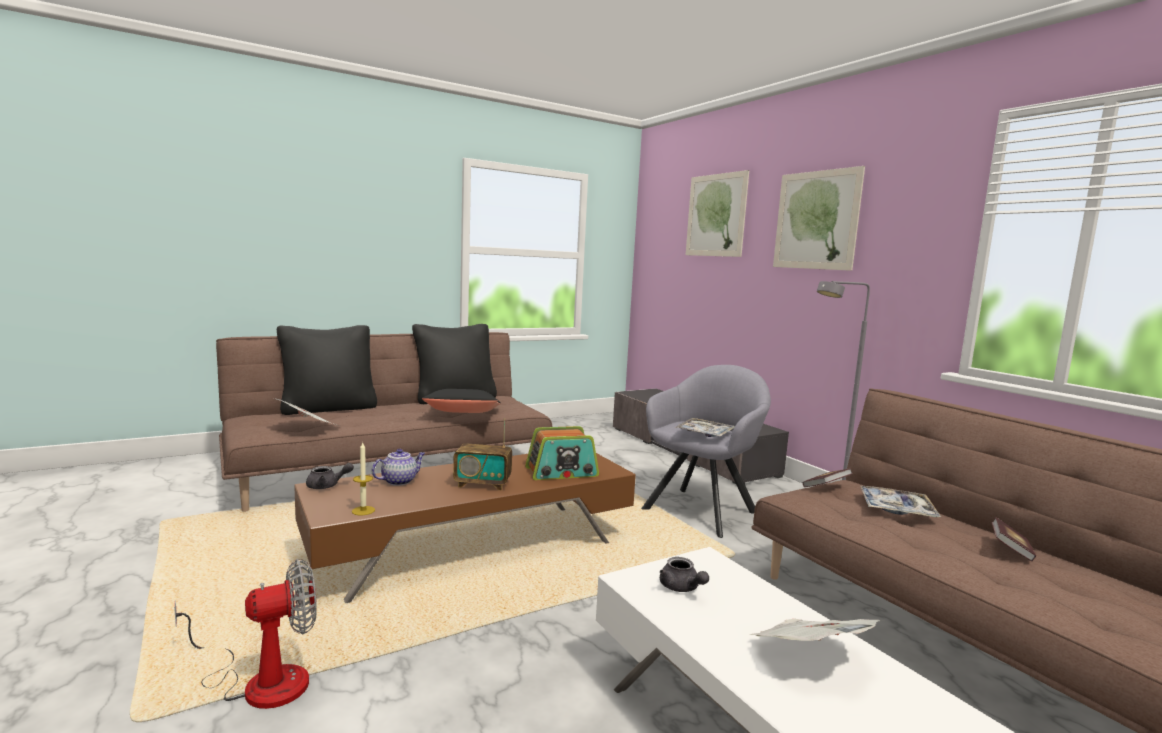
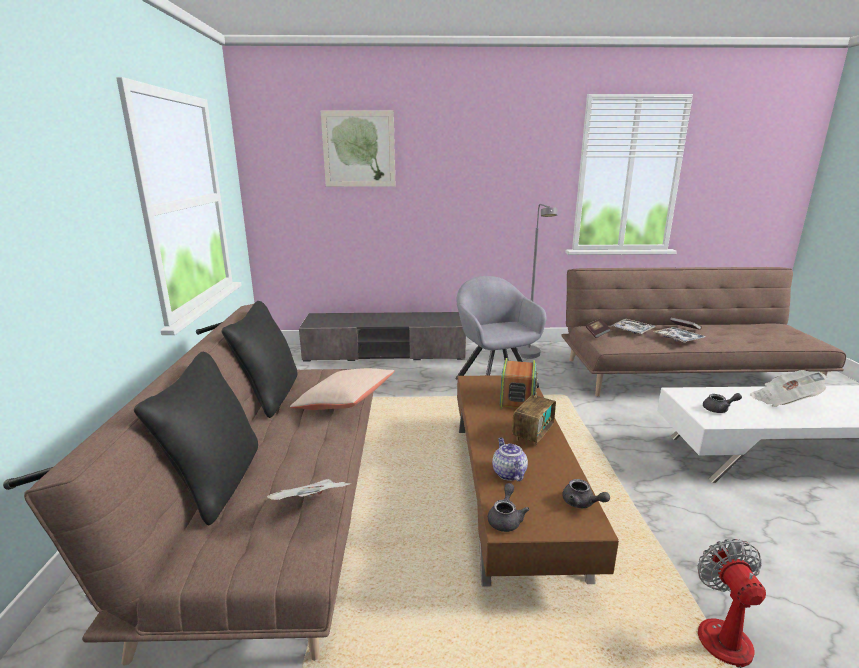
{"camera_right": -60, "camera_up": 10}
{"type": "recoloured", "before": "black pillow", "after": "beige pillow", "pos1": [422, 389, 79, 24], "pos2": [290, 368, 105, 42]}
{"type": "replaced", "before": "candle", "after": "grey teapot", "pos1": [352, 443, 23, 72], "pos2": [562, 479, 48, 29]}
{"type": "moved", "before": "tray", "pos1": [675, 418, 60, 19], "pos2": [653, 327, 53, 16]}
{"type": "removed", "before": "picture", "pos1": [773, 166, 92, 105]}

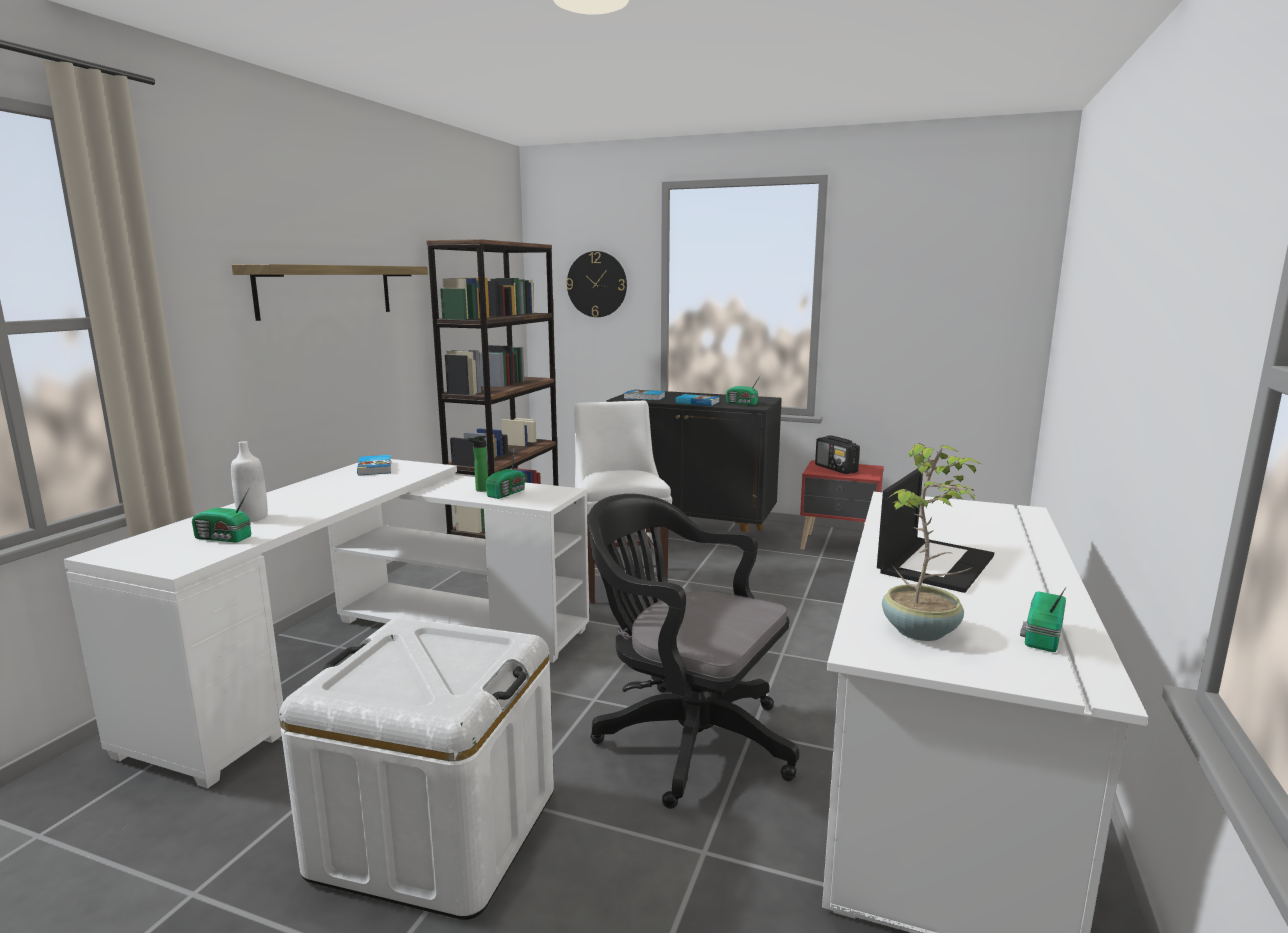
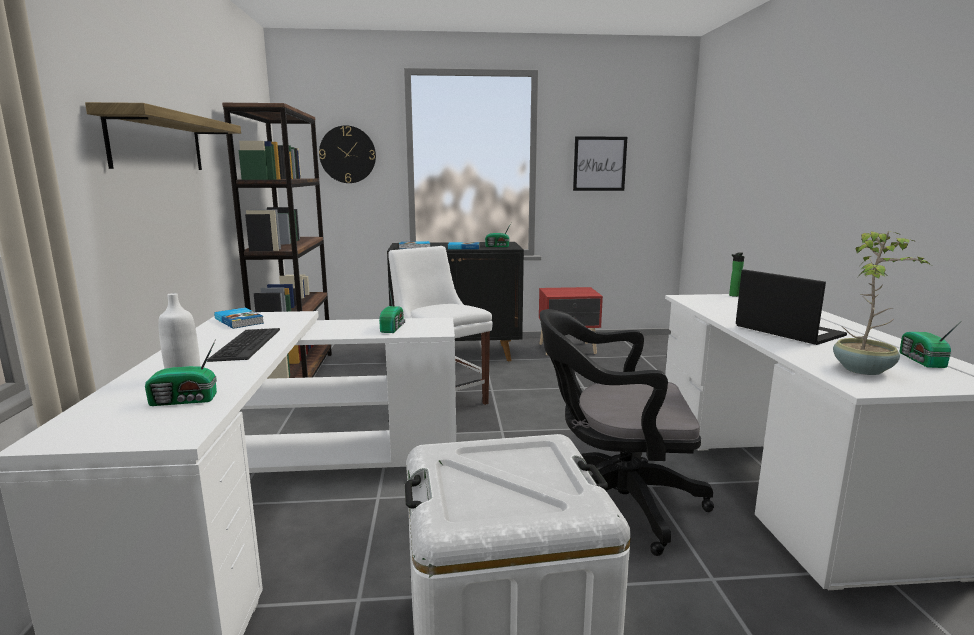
{"camera_right": -25, "camera_up": 0}
{"type": "added", "after": "keyboard", "pos2": [207, 328, 73, 34]}
{"type": "added", "after": "picture", "pos2": [573, 136, 54, 55]}
{"type": "moved", "before": "bottle", "pos1": [468, 436, 20, 56], "pos2": [729, 253, 15, 44]}
{"type": "turned", "before": "laptop", "pos1": [877, 468, 117, 125], "pos2": [736, 269, 111, 76], "turn": -45}
{"type": "removed", "before": "radio", "pos1": [815, 435, 45, 39]}

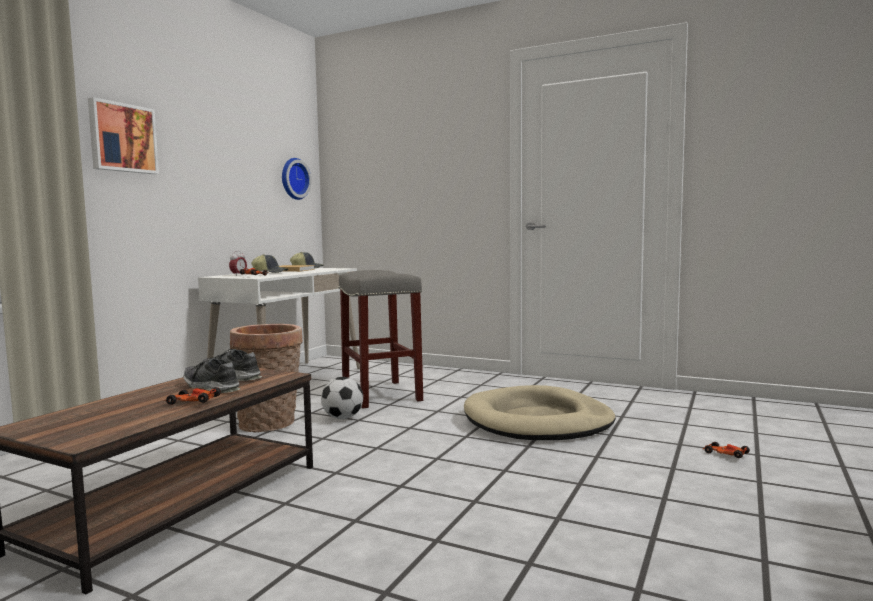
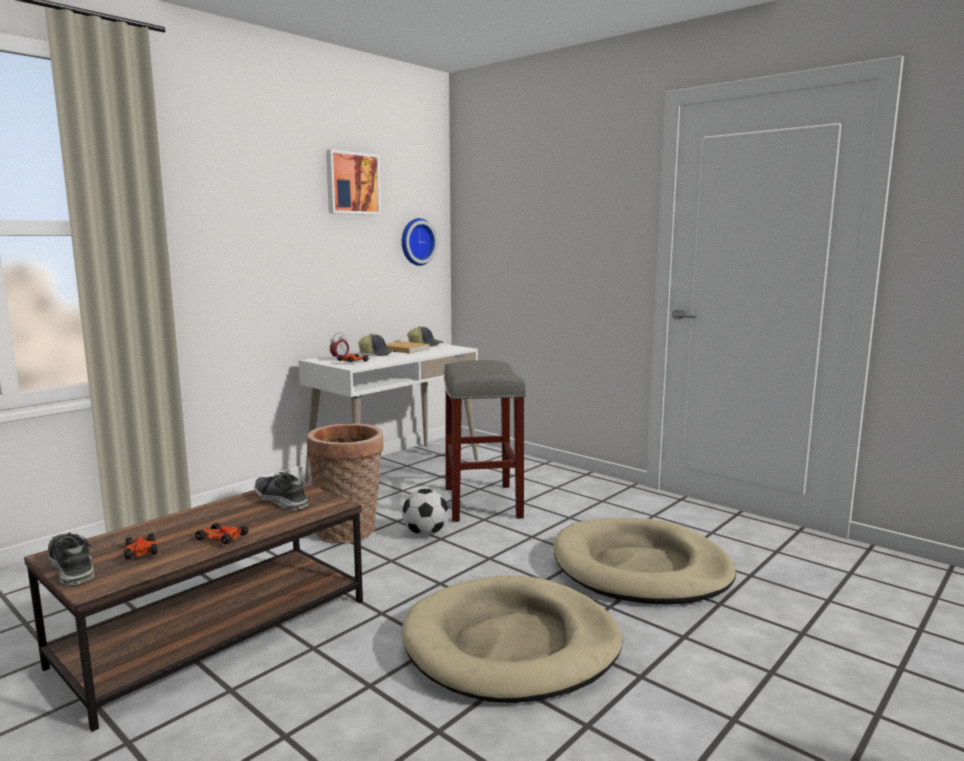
{"camera_right": 15, "camera_up": 5}
{"type": "moved", "before": "shoe", "pos1": [183, 357, 58, 36], "pos2": [48, 532, 46, 53]}
{"type": "moved", "before": "toy car", "pos1": [702, 442, 48, 16], "pos2": [124, 533, 34, 26]}
{"type": "moved", "before": "picture", "pos1": [88, 97, 71, 77], "pos2": [326, 149, 55, 66]}
{"type": "added", "after": "beige dog bed", "pos2": [401, 576, 222, 127]}

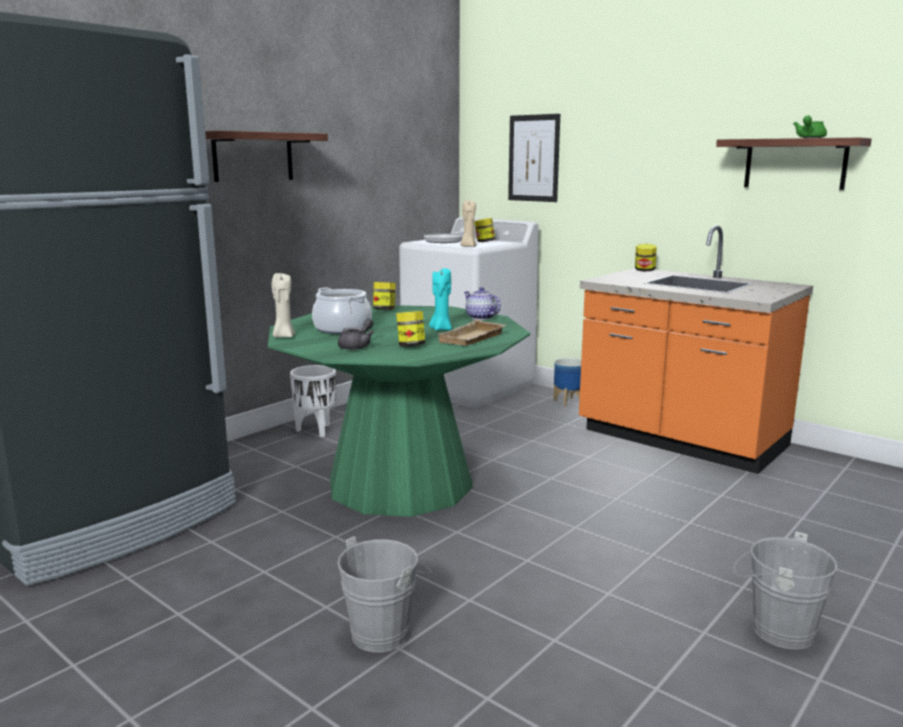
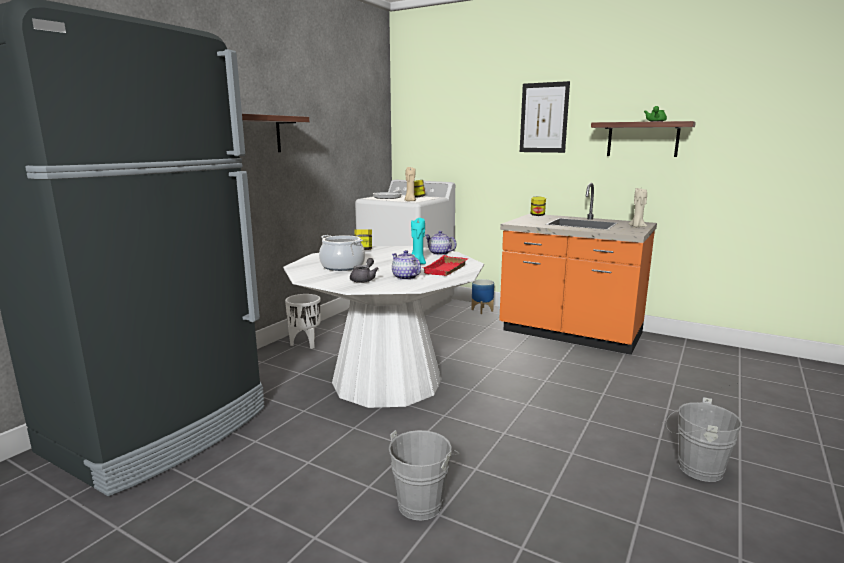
{"camera_right": -10, "camera_up": 0}
{"type": "recoloured", "before": "green dining table", "after": "white dining table", "pos1": [268, 305, 262, 212], "pos2": [283, 246, 201, 162]}
{"type": "replaced", "before": "jar", "after": "teapot", "pos1": [396, 311, 29, 35], "pos2": [392, 250, 29, 30]}
{"type": "recoloured", "before": "beige tray", "after": "red tray", "pos1": [438, 319, 68, 27], "pos2": [422, 255, 47, 21]}
{"type": "moved", "before": "picture", "pos1": [508, 114, 52, 88], "pos2": [520, 81, 50, 72]}
{"type": "moved", "before": "beige candle", "pos1": [272, 273, 23, 65], "pos2": [629, 188, 18, 39]}

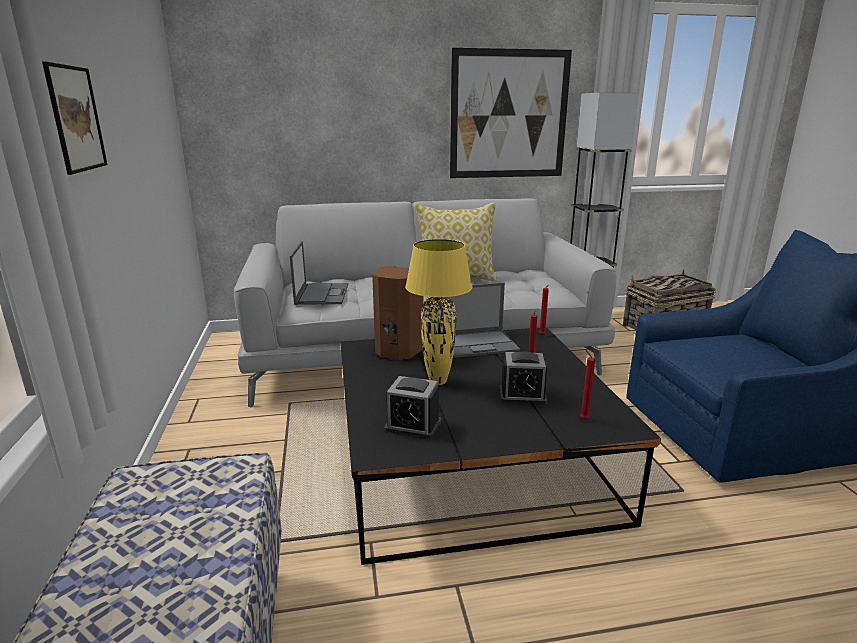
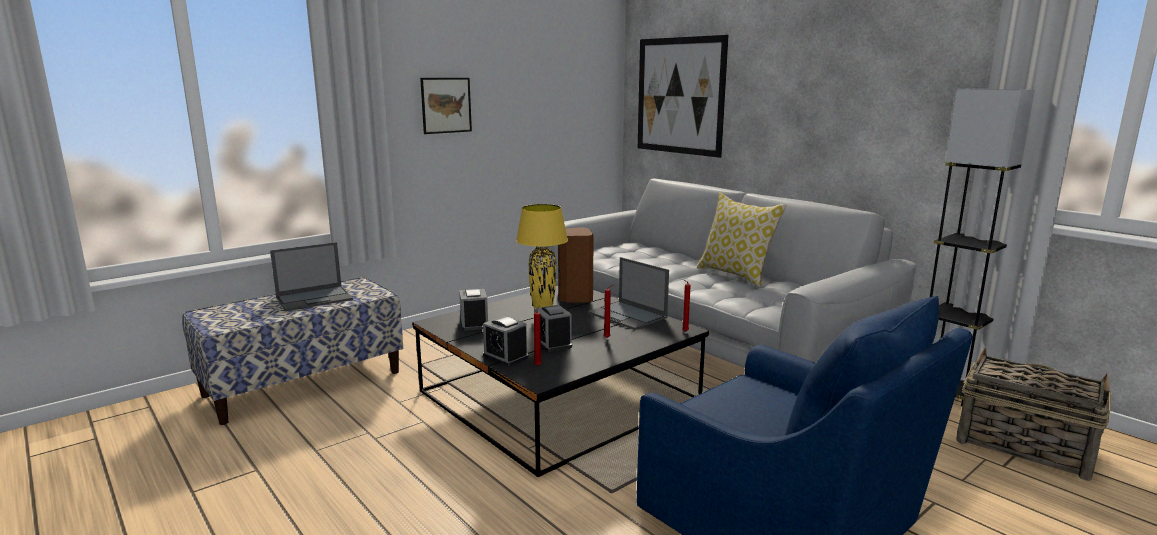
{"camera_right": 60, "camera_up": -5}
{"type": "moved", "before": "laptop", "pos1": [290, 241, 58, 64], "pos2": [270, 242, 83, 69]}
{"type": "added", "after": "alarm clock", "pos2": [483, 316, 46, 50]}
{"type": "moved", "before": "picture", "pos1": [450, 48, 122, 130], "pos2": [638, 35, 91, 123]}

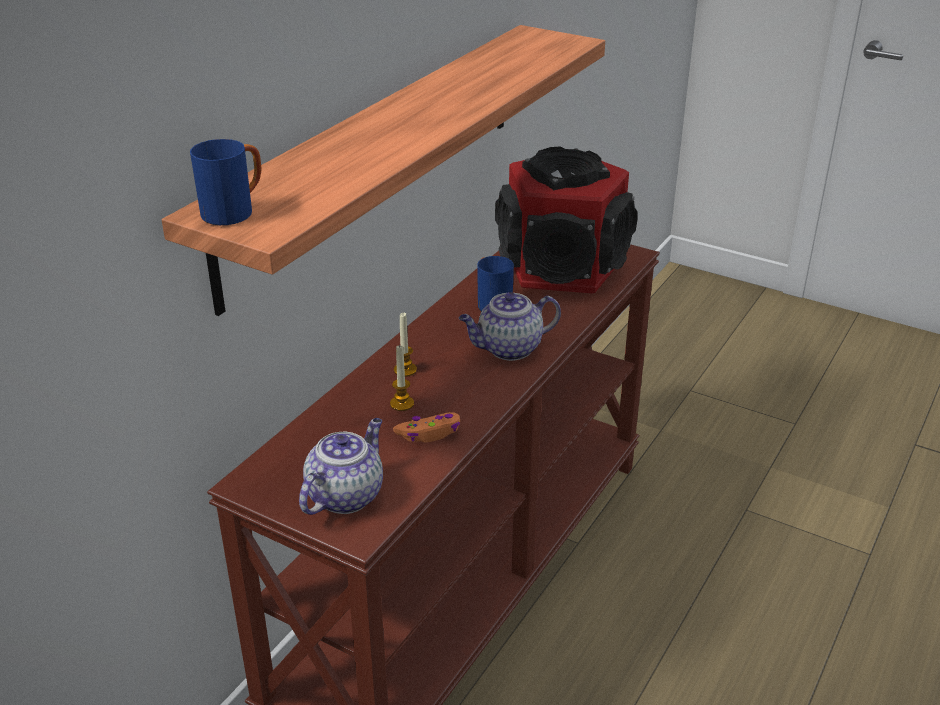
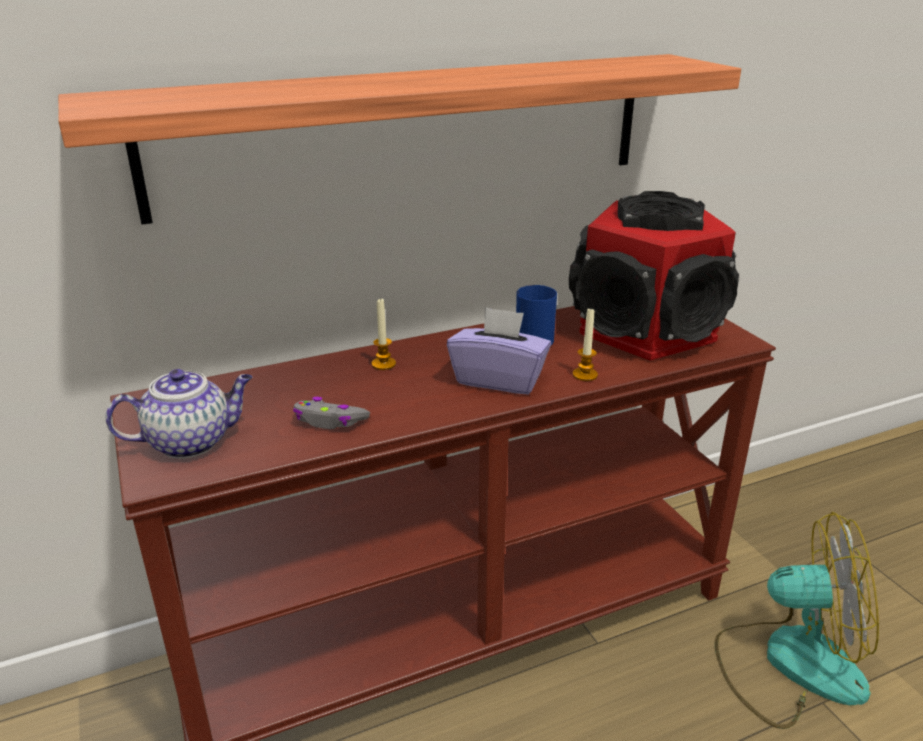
{"camera_right": 35, "camera_up": -5}
{"type": "recoloured", "before": "orange game controller", "after": "grey game controller", "pos1": [393, 412, 67, 30], "pos2": [293, 397, 77, 32]}
{"type": "replaced", "before": "teapot", "after": "purple tissue box", "pos1": [459, 292, 102, 69], "pos2": [447, 307, 104, 87]}
{"type": "moved", "before": "candle", "pos1": [390, 344, 24, 67], "pos2": [573, 309, 25, 72]}
{"type": "added", "after": "fan", "pos2": [715, 512, 164, 217]}
{"type": "removed", "before": "blue mug", "pos1": [190, 139, 71, 86]}

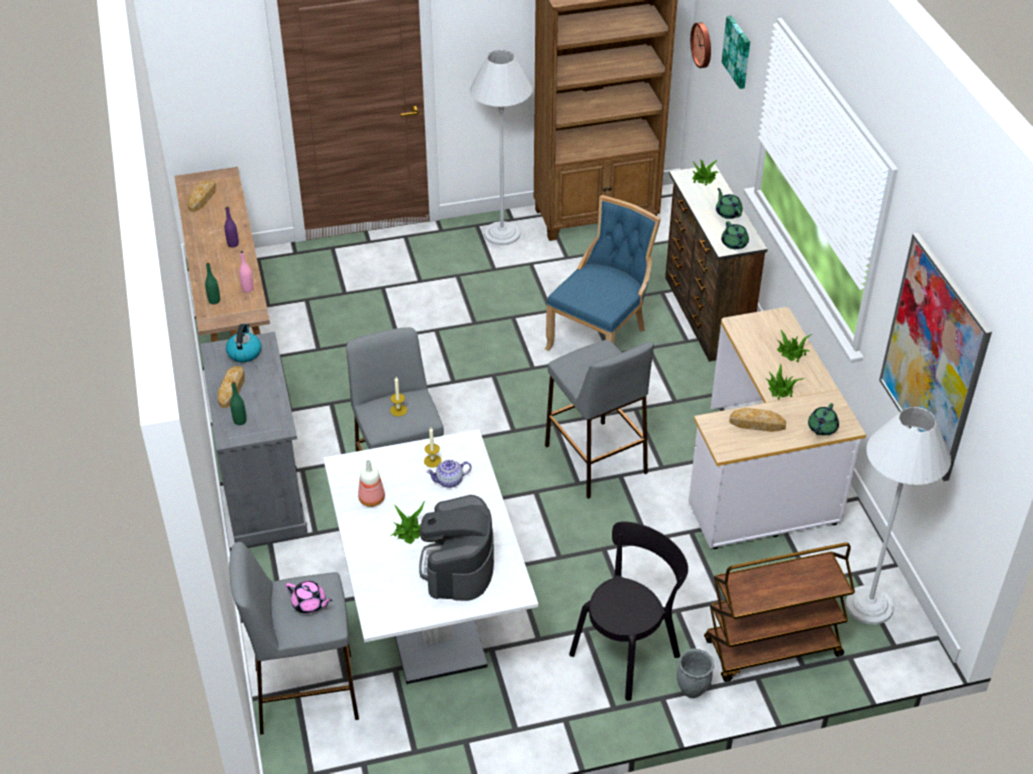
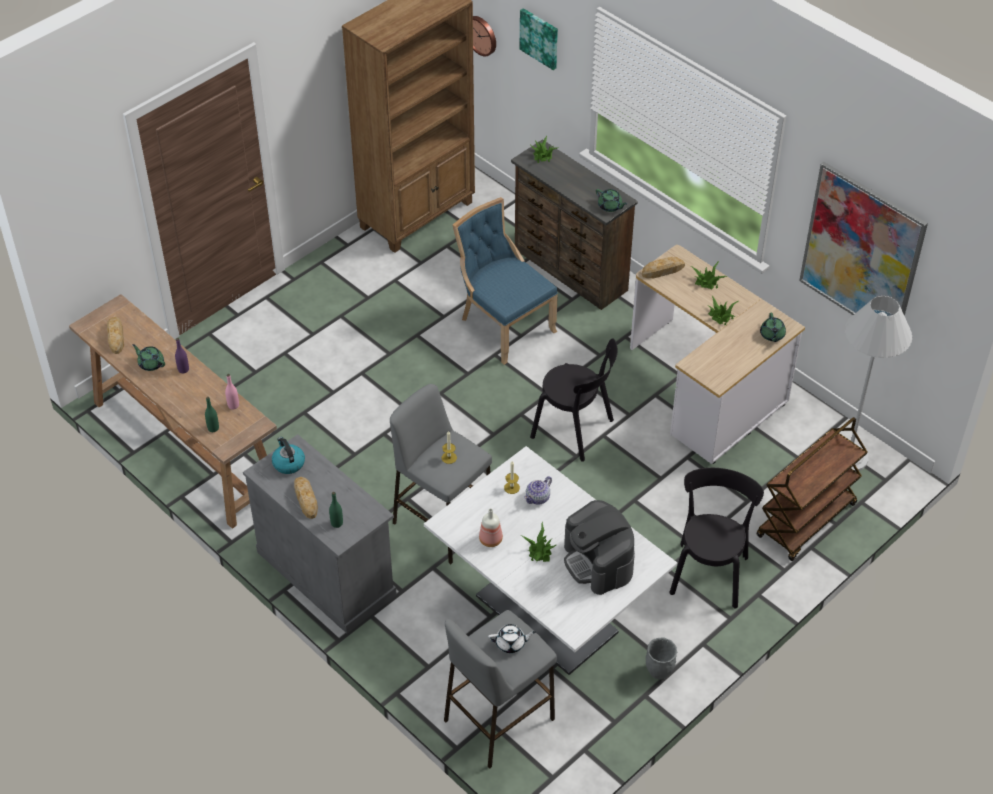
{"camera_right": -30, "camera_up": 5}
{"type": "moved", "before": "green teapot", "pos1": [716, 188, 27, 31], "pos2": [132, 344, 33, 27]}
{"type": "turned", "before": "blue chair", "pos1": [545, 195, 116, 156], "pos2": [453, 197, 105, 168], "turn": -45}
{"type": "recoloured", "before": "pink teapot", "after": "white teapot", "pos1": [285, 581, 47, 33], "pos2": [488, 624, 48, 29]}
{"type": "replaced", "before": "grey stool", "after": "black chair", "pos1": [545, 340, 109, 159], "pos2": [530, 338, 88, 124]}
{"type": "moved", "before": "bread", "pos1": [729, 408, 57, 24], "pos2": [642, 257, 43, 21]}
{"type": "moved", "before": "grey planter", "pos1": [677, 649, 37, 49], "pos2": [646, 637, 31, 43]}
{"type": "removed", "before": "white floor lamp", "pos1": [470, 50, 62, 195]}

